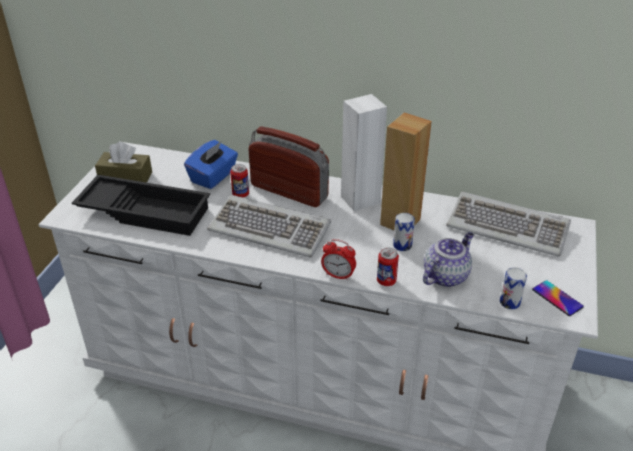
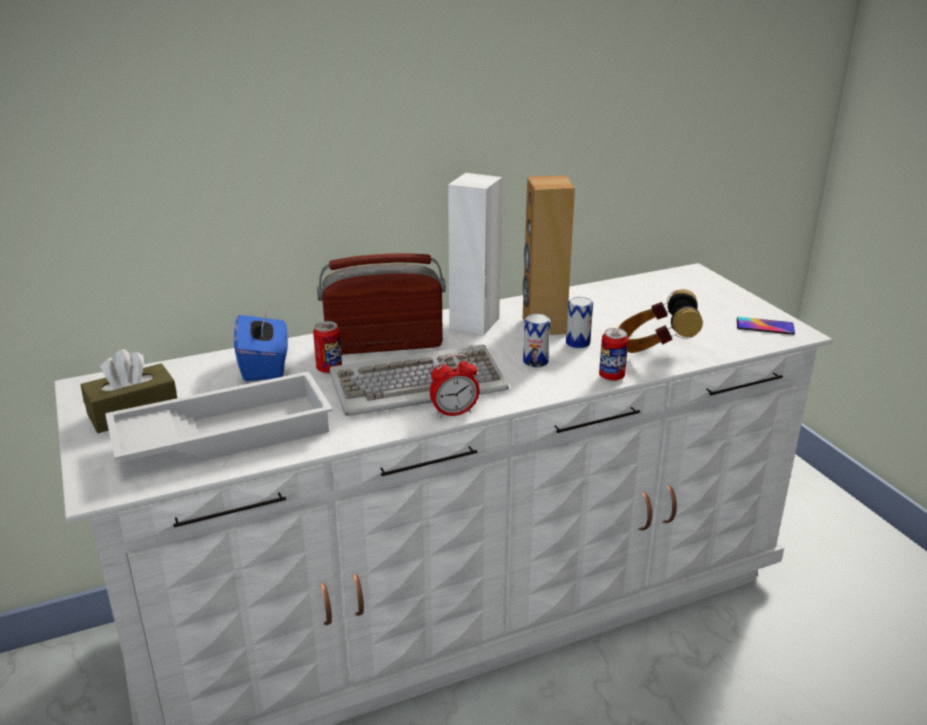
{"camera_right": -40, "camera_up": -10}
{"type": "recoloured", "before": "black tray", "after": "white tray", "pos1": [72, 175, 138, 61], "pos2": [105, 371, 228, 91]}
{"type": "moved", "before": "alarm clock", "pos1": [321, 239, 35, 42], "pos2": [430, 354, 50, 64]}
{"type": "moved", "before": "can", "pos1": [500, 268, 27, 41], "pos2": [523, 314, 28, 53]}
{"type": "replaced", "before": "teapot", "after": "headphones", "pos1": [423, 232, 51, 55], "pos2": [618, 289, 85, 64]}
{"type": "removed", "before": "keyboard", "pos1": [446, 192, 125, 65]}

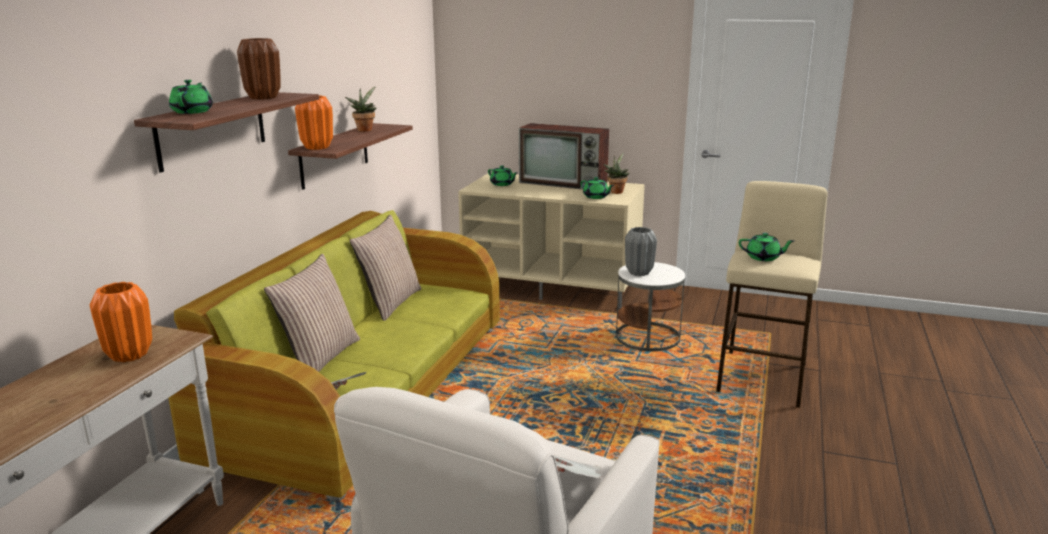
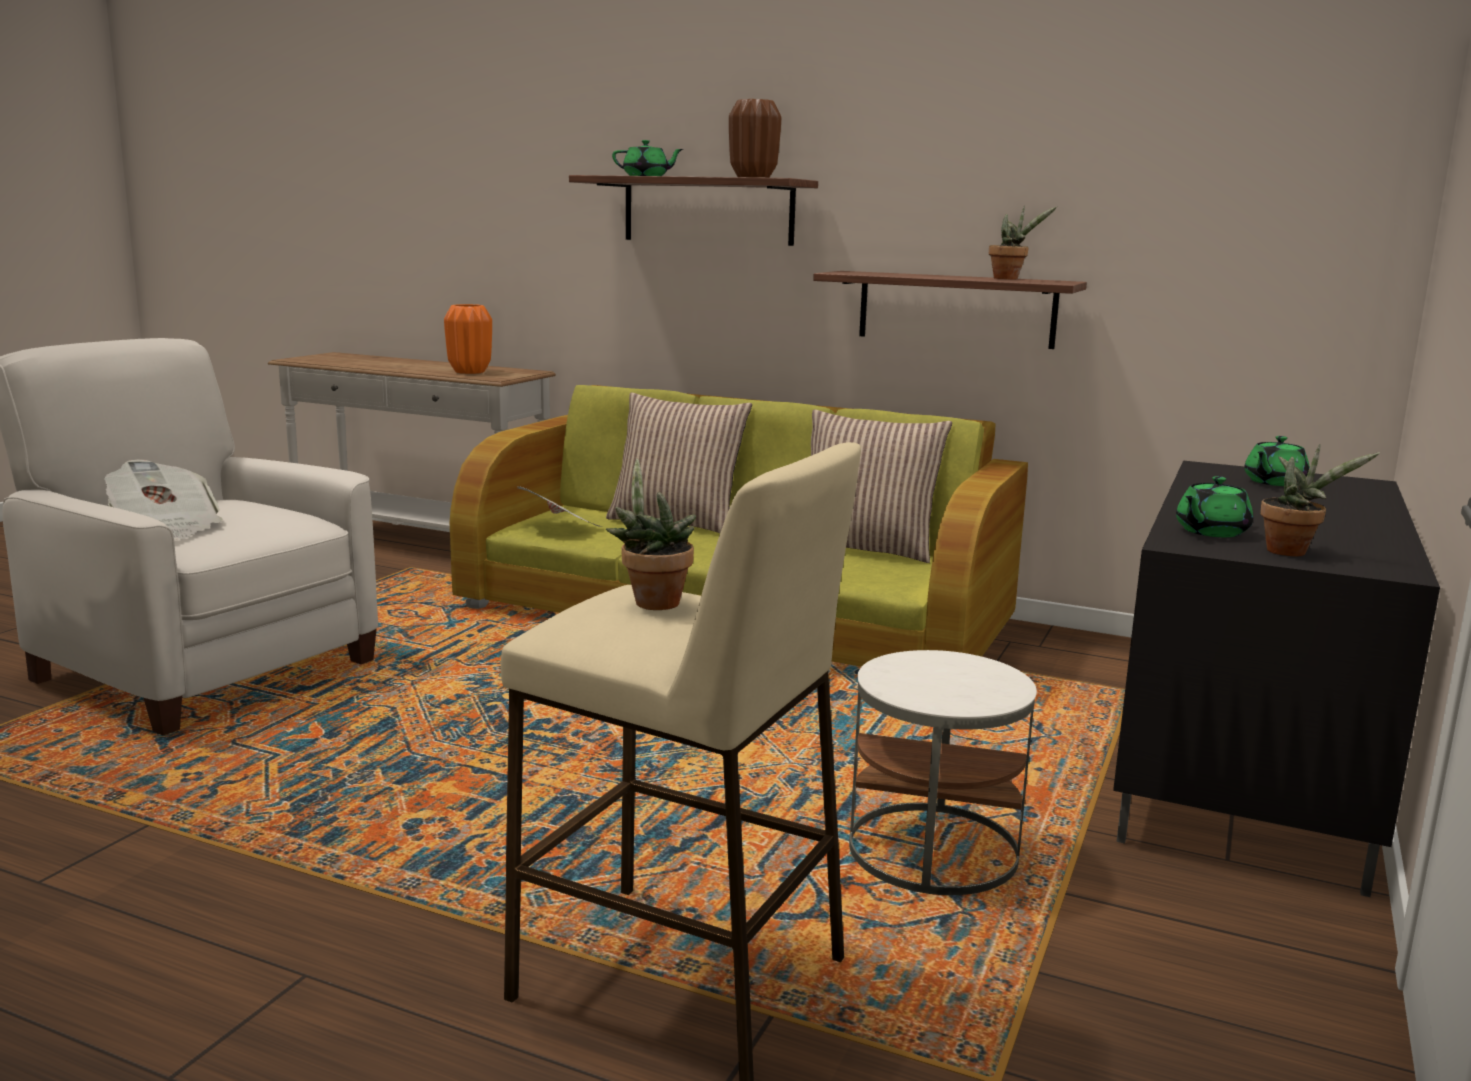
{"camera_right": 95, "camera_up": -5}
{"type": "replaced", "before": "green teapot", "after": "potted plant", "pos1": [739, 233, 55, 28], "pos2": [606, 459, 91, 151]}
{"type": "recoloured", "before": "beige tv stand", "after": "black tv stand", "pos1": [458, 173, 187, 137], "pos2": [1113, 461, 327, 436]}
{"type": "removed", "before": "orange vase", "pos1": [295, 96, 38, 54]}
{"type": "removed", "before": "television", "pos1": [519, 123, 90, 67]}
{"type": "removed", "before": "grey vase", "pos1": [625, 227, 32, 49]}

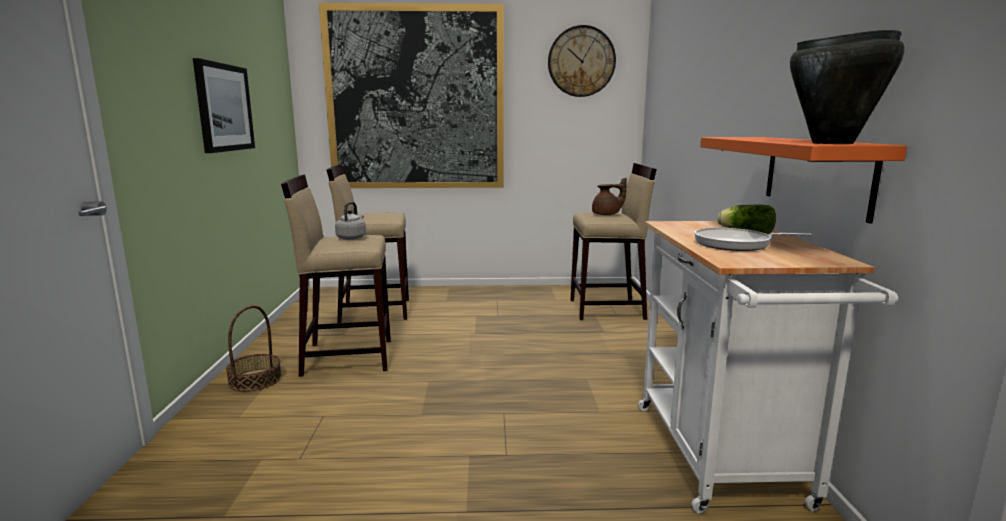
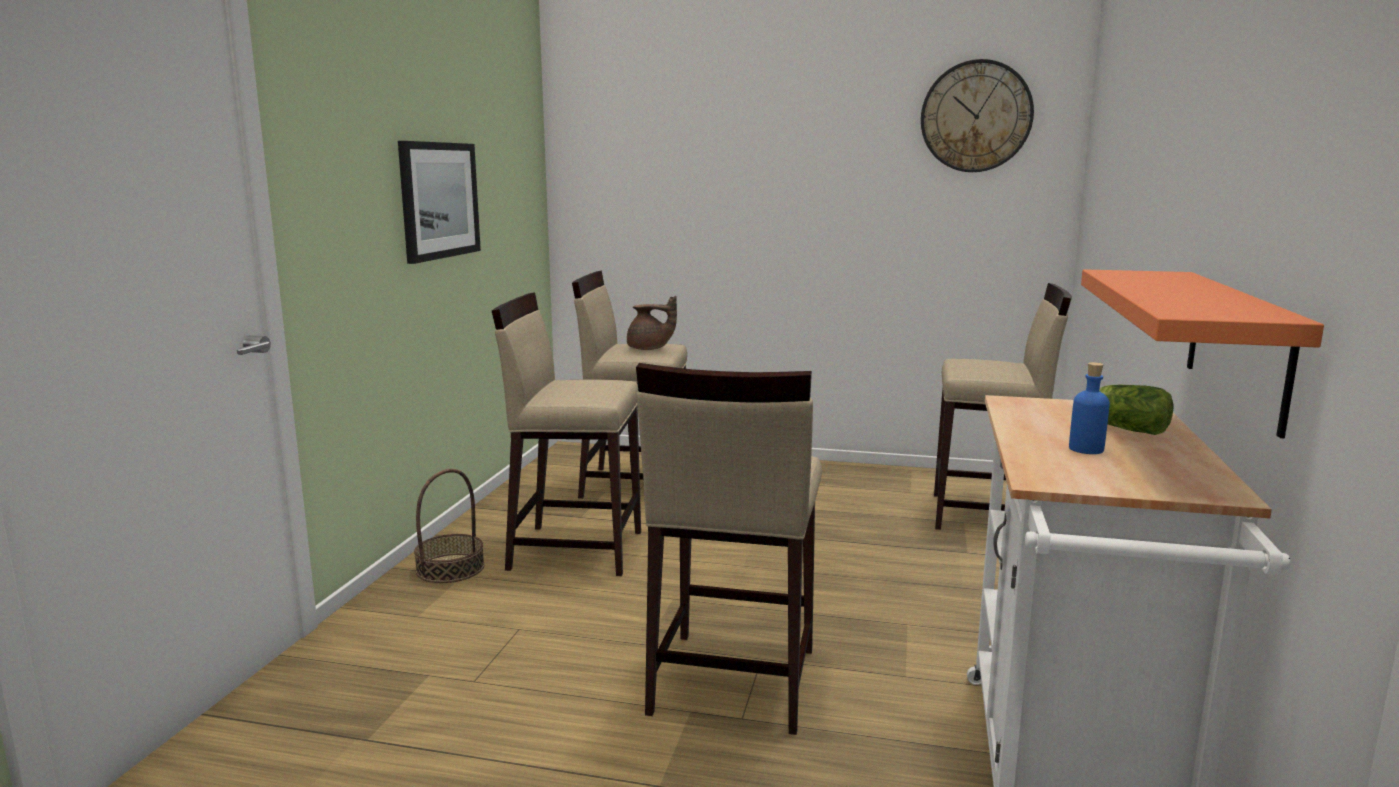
{"camera_right": 15, "camera_up": 0}
{"type": "moved", "before": "brown teapot", "pos1": [592, 178, 35, 37], "pos2": [627, 296, 50, 54]}
{"type": "added", "after": "beige stool", "pos2": [636, 363, 186, 372]}
{"type": "replaced", "before": "frying pan", "after": "blue bottle", "pos1": [694, 228, 118, 23], "pos2": [1069, 362, 41, 92]}
{"type": "removed", "before": "picture", "pos1": [319, 3, 185, 185]}
{"type": "removed", "before": "grey kettle", "pos1": [335, 202, 31, 38]}
{"type": "removed", "before": "black cooking pot", "pos1": [790, 30, 115, 114]}

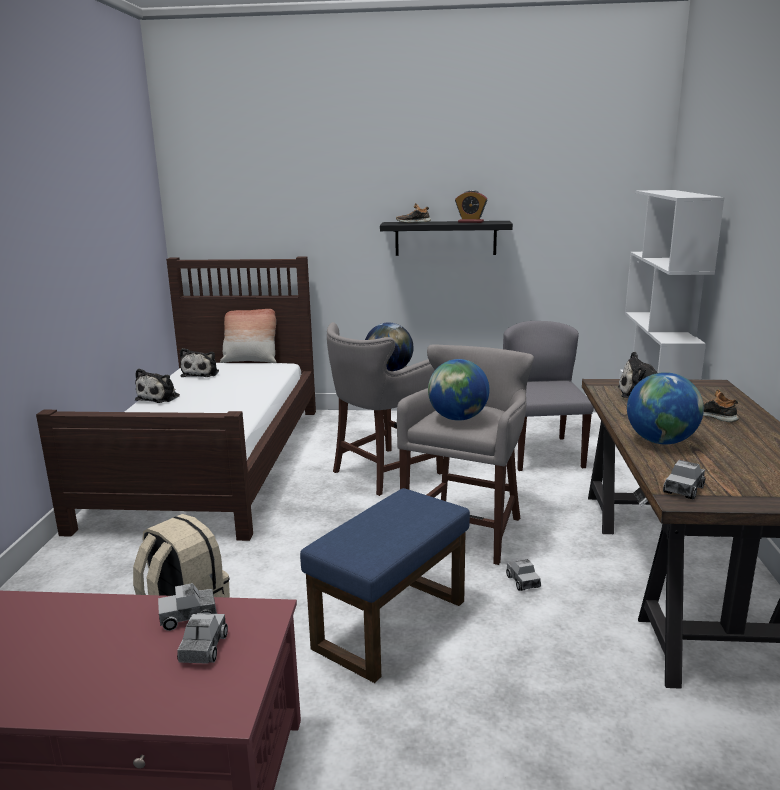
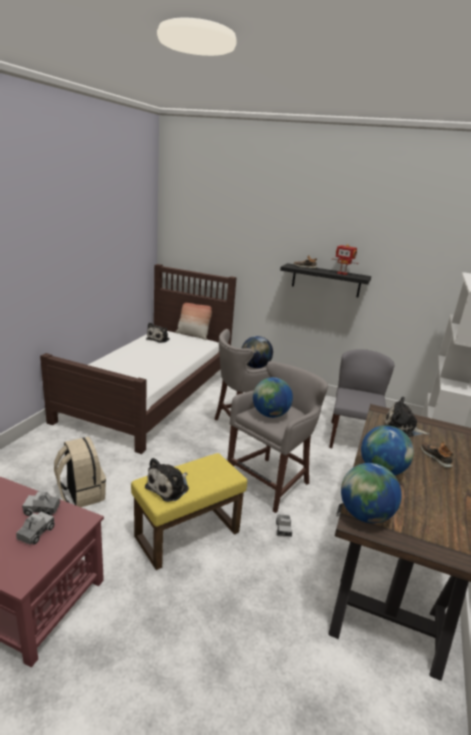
{"camera_right": 15, "camera_up": 5}
{"type": "recoloured", "before": "blue ottoman", "after": "yellow ottoman", "pos1": [300, 488, 170, 195], "pos2": [131, 453, 116, 117]}
{"type": "moved", "before": "plush toy", "pos1": [135, 369, 45, 34], "pos2": [145, 458, 44, 44]}
{"type": "replaced", "before": "alarm clock", "after": "toy robot", "pos1": [455, 190, 32, 33], "pos2": [332, 244, 27, 31]}
{"type": "replaced", "before": "toy truck", "after": "globe", "pos1": [663, 460, 42, 40], "pos2": [341, 463, 61, 60]}

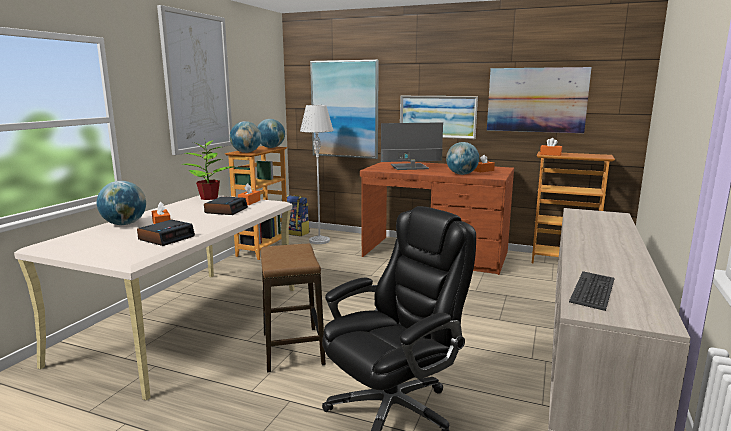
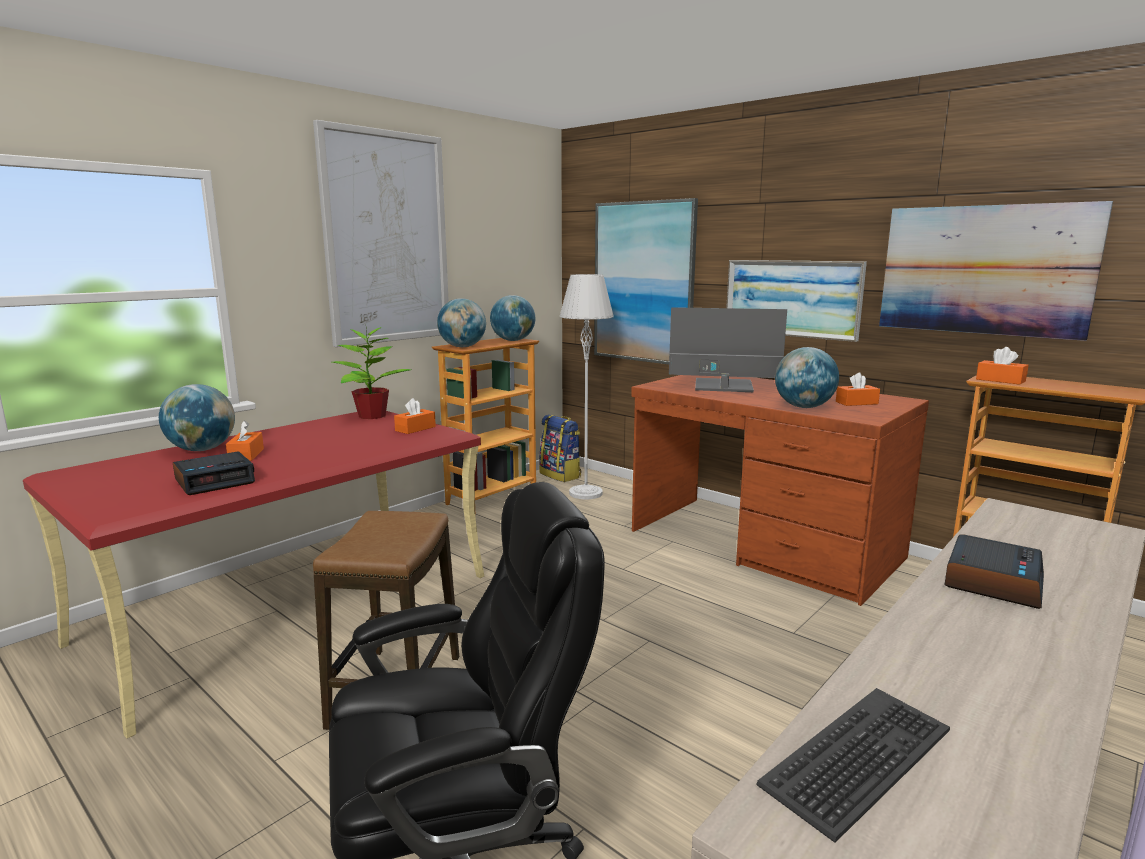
{"camera_right": 20, "camera_up": 0}
{"type": "recoloured", "before": "beige desk", "after": "red desk", "pos1": [14, 195, 281, 205], "pos2": [23, 411, 461, 327]}
{"type": "moved", "before": "alarm clock", "pos1": [204, 196, 44, 19], "pos2": [944, 535, 100, 74]}

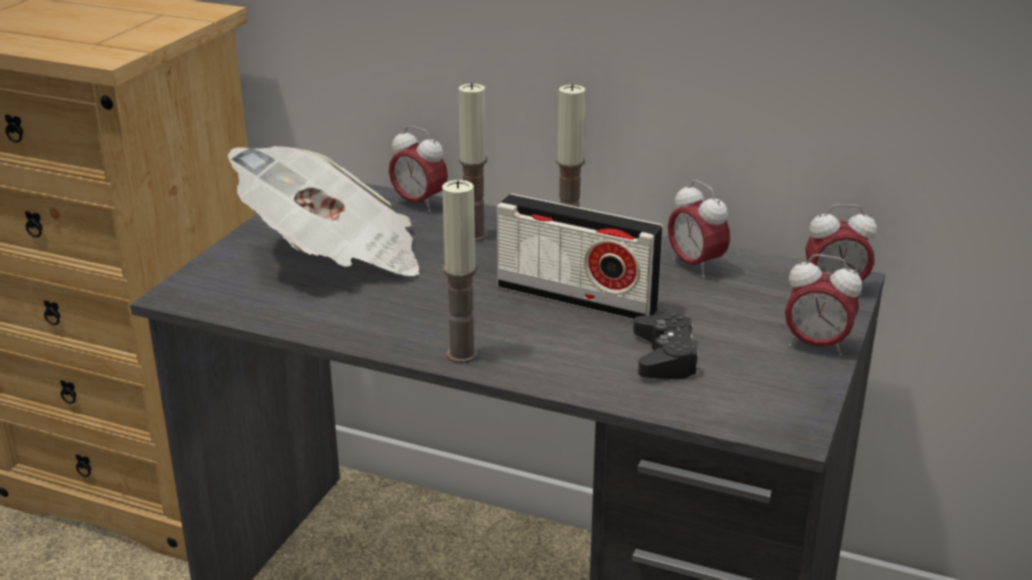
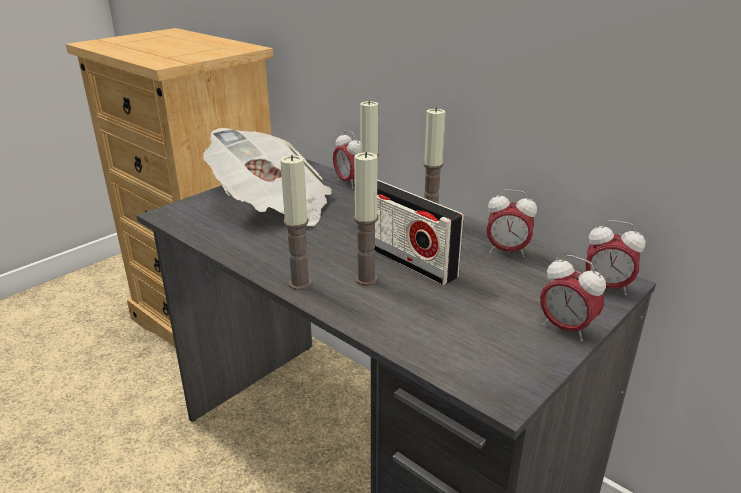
{"camera_right": 20, "camera_up": 0}
{"type": "added", "after": "candle", "pos2": [354, 152, 24, 134]}
{"type": "turned", "before": "alarm clock", "pos1": [668, 180, 62, 98], "pos2": [486, 189, 51, 68], "turn": -60}
{"type": "removed", "before": "black game controller", "pos1": [633, 313, 66, 66]}

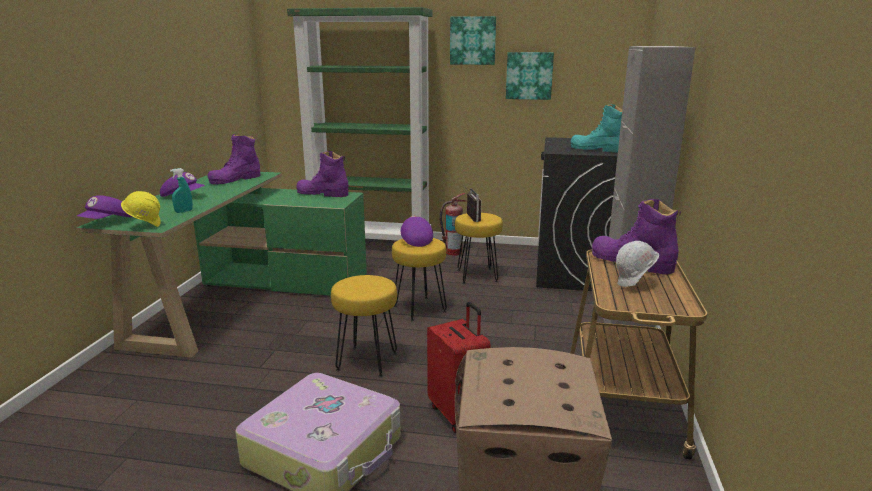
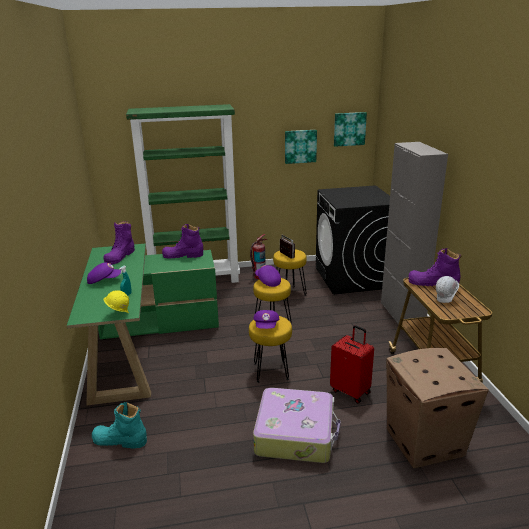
{"camera_right": -20, "camera_up": 5}
{"type": "moved", "before": "turquoise boot", "pos1": [570, 104, 52, 49], "pos2": [92, 402, 55, 47]}
{"type": "moved", "before": "purple cap", "pos1": [77, 195, 55, 24], "pos2": [253, 310, 26, 19]}
{"type": "moved", "before": "picture", "pos1": [450, 16, 46, 49], "pos2": [334, 112, 33, 35]}

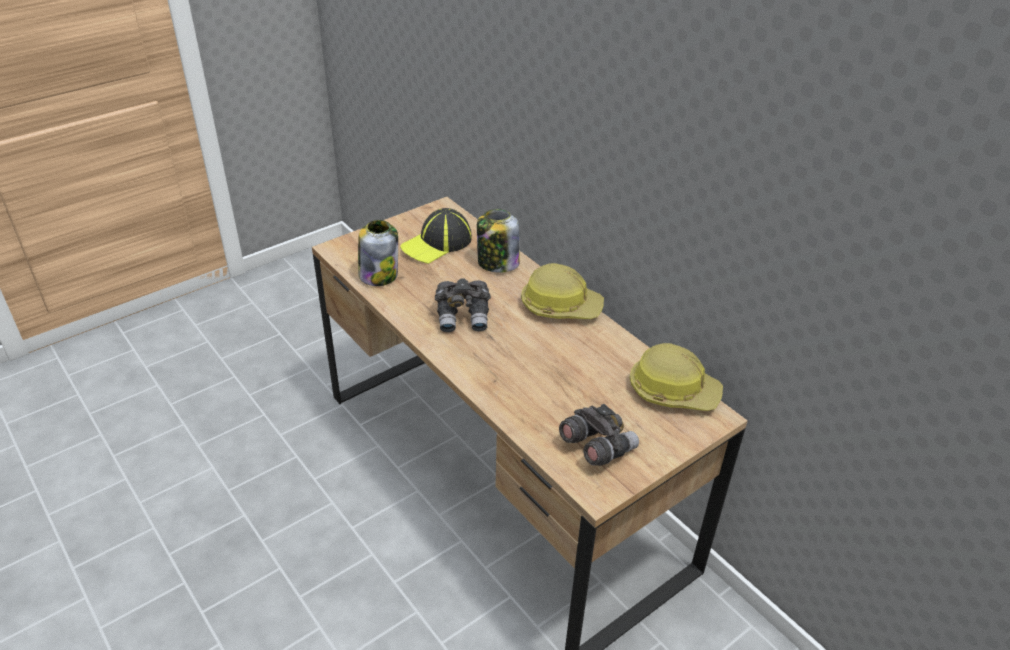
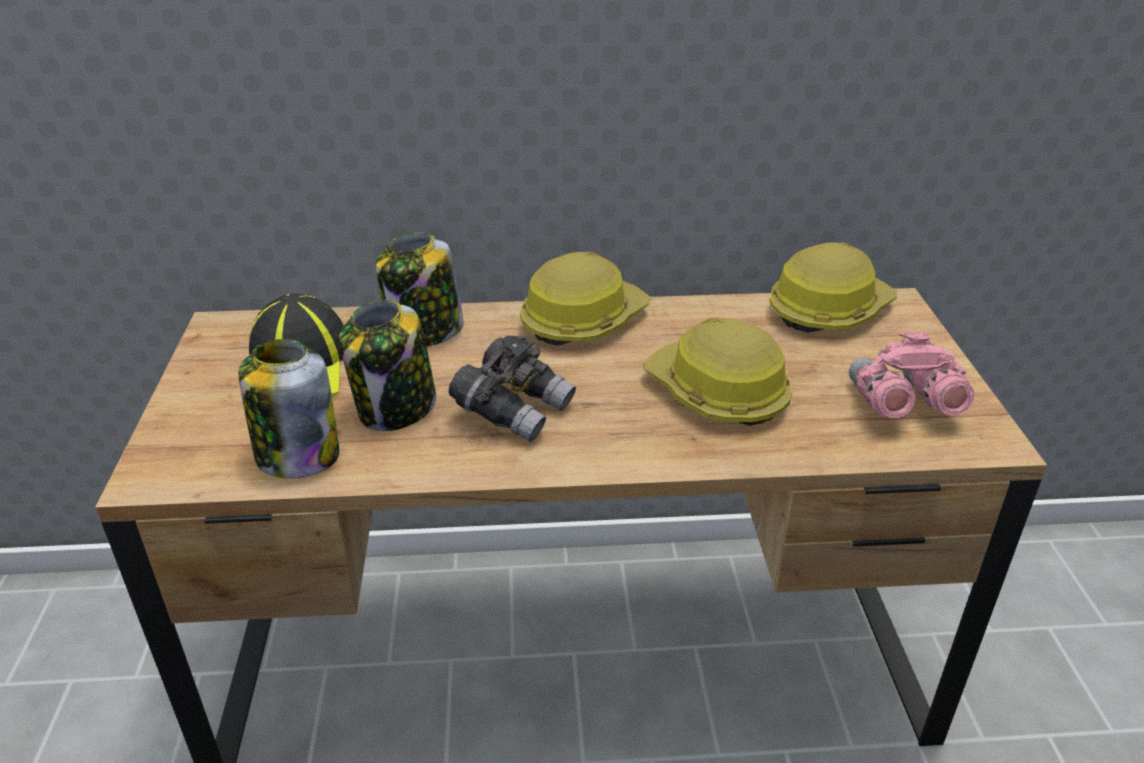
{"camera_right": -55, "camera_up": -5}
{"type": "added", "after": "jar", "pos2": [339, 300, 97, 131]}
{"type": "added", "after": "hard hat", "pos2": [643, 317, 149, 109]}
{"type": "recoloured", "before": "grey binoculars", "after": "pink binoculars", "pos1": [559, 404, 80, 62], "pos2": [849, 332, 125, 86]}

